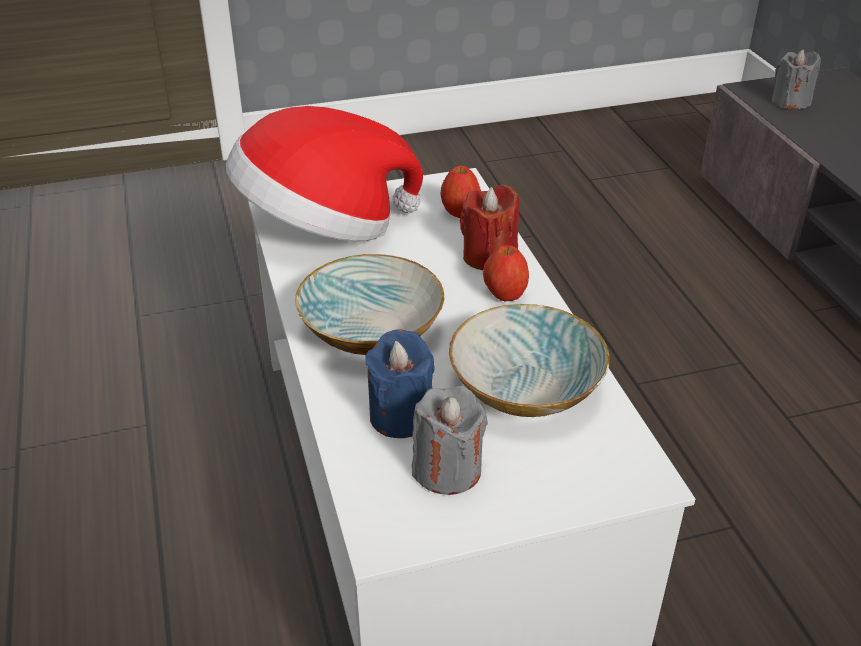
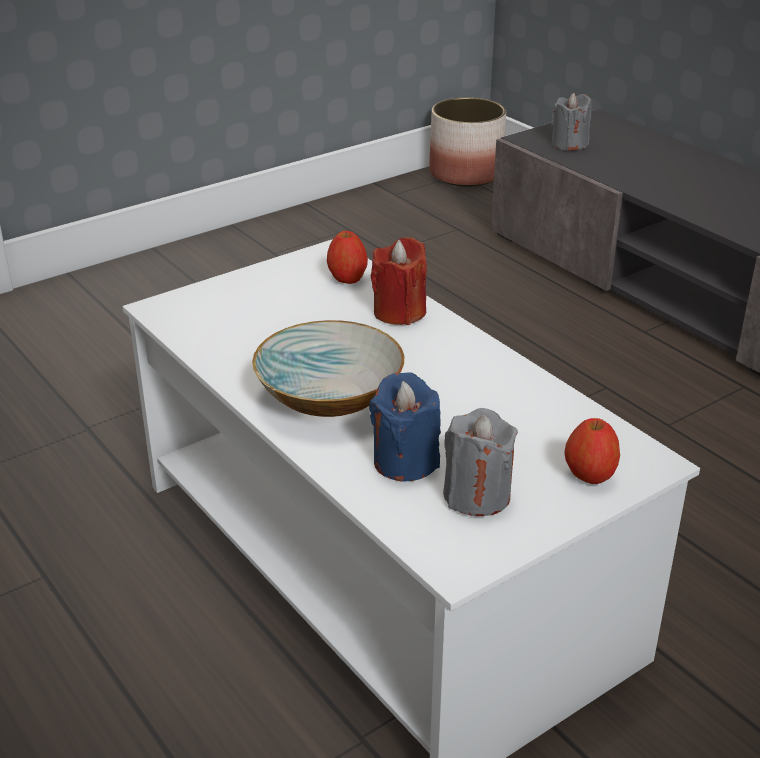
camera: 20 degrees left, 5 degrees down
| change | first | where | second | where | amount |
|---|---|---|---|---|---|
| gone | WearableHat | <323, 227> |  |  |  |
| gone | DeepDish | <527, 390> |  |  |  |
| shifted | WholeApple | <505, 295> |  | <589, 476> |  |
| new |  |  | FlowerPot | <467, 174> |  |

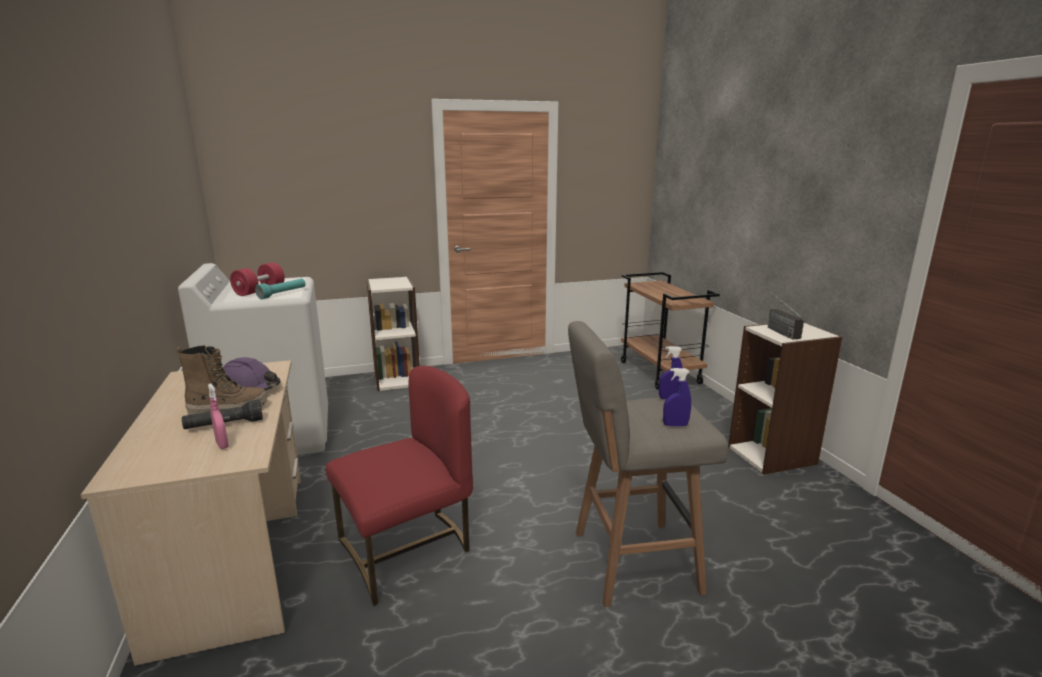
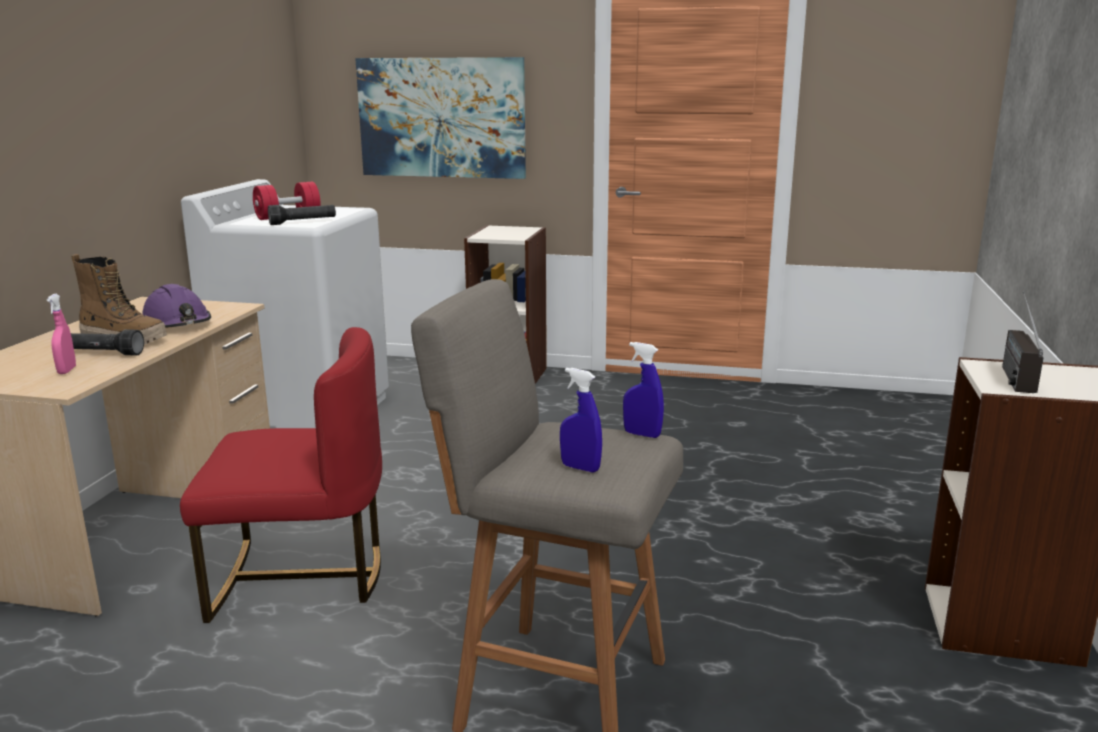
camera: 30 degrees right, 0 degrees up
| change | first | where | second | where | amount |
|---|---|---|---|---|---|
| repainted | TurquoiseFlashlight | <282, 294> | BlackColouredFlashlight | <303, 222> |  |
| gone | BrownColouredCart | <660, 373> |  |  |  |
| new |  |  | Picture | <442, 118> |  |

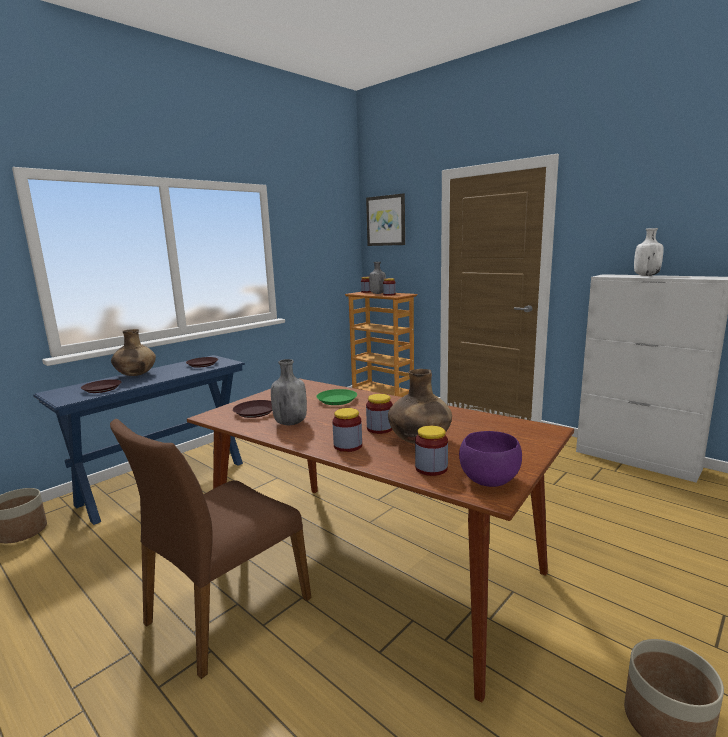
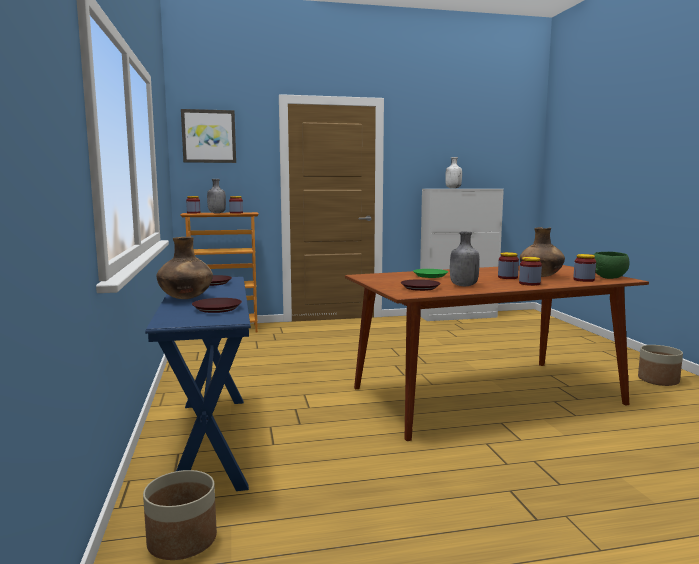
camera: 55 degrees left, 5 degrees down
| change | first | where | second | where | amount |
|---|---|---|---|---|---|
| gone | BrownColouredChair | <226, 610> |  |  |  |
| repainted | PurpleDeepDish | <489, 481> | GreenColouredDeepDish | <609, 277> |  |

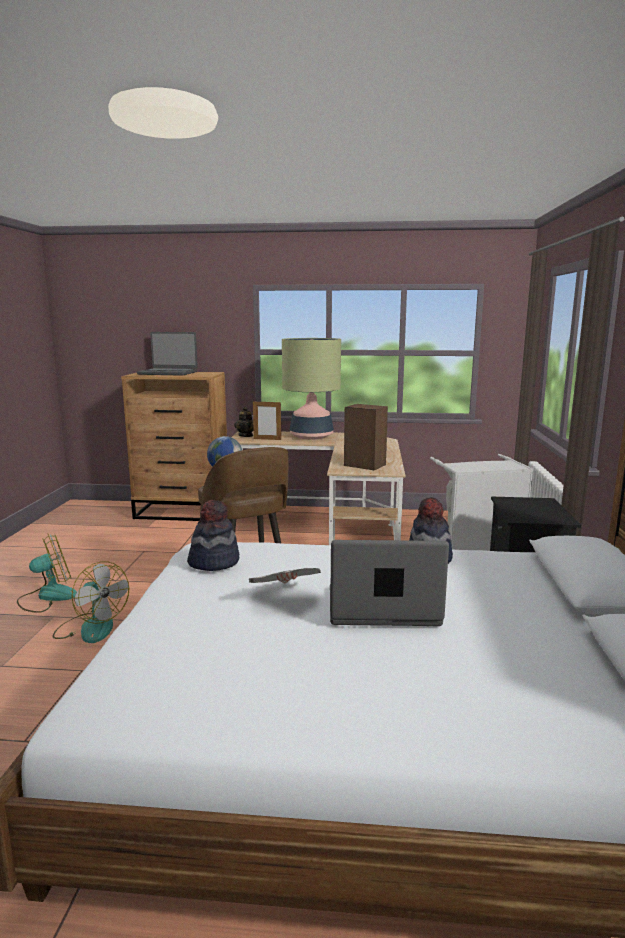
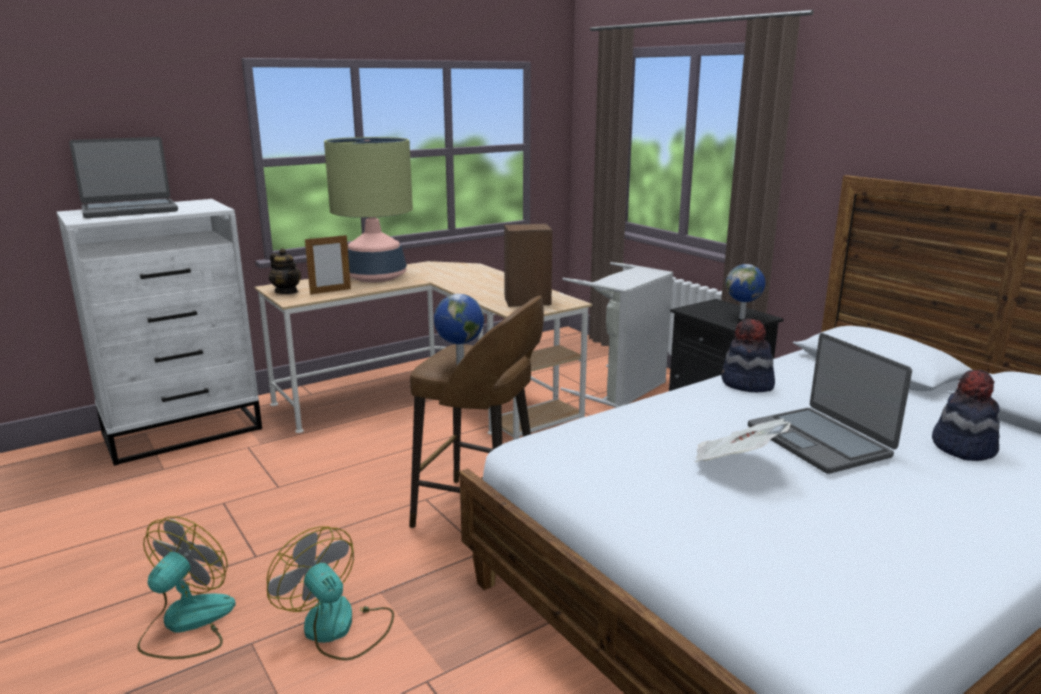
camera: 40 degrees left, 5 degrees up
| change | first | where | second | where | amount |
|---|---|---|---|---|---|
| rotated | CoolingFan | <91, 627> |  | <338, 628> | 135 degrees counterclockwise |
| repainted | BrownColouredDrawerChest | <183, 512> | WhitishDrawerChest | <184, 431> |  |
| shifted | WearableHat | <214, 562> |  | <962, 447> |  |
| rotated | Laptop | <383, 608> |  | <819, 441> | 75 degrees counterclockwise |
| new |  |  | Globe | <742, 318> |  |

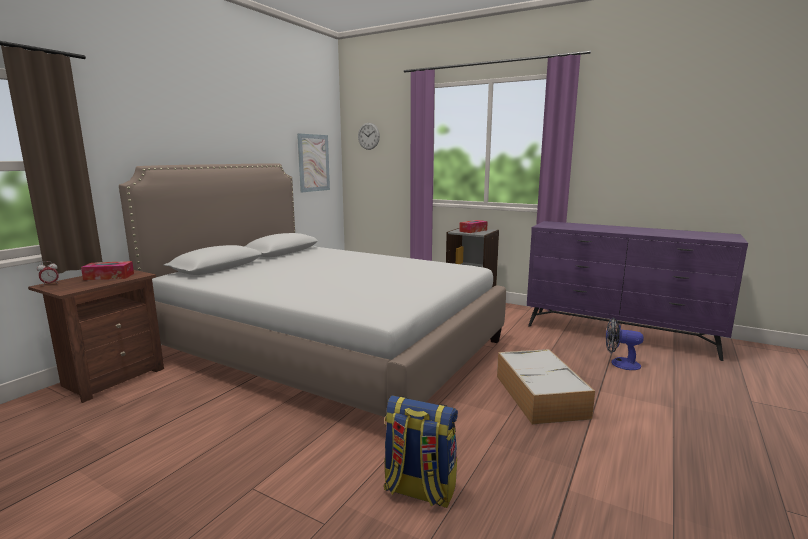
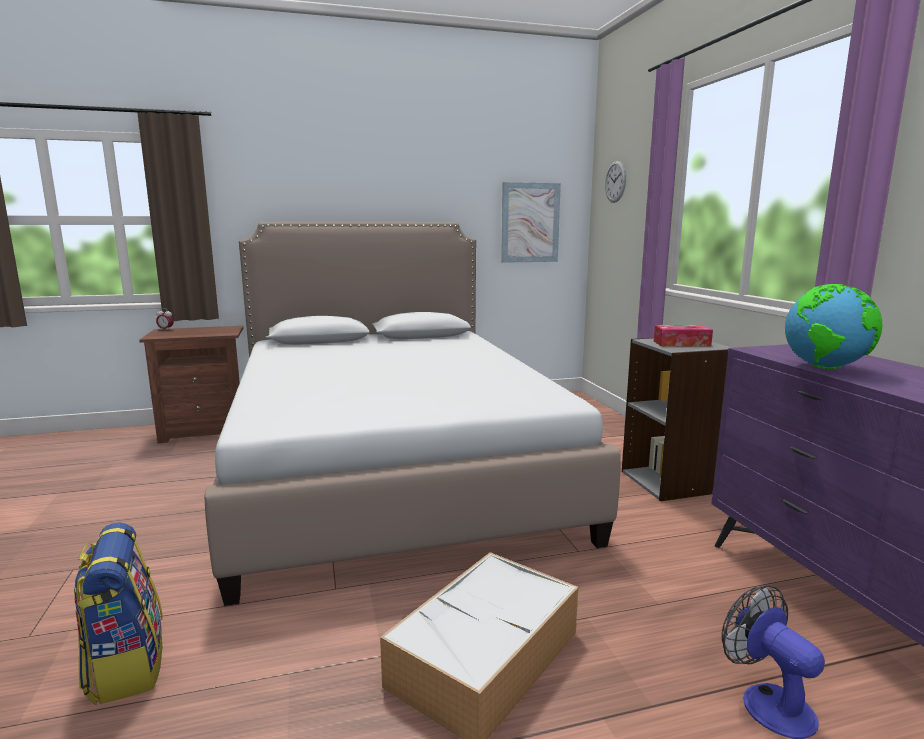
camera: 45 degrees right, 0 degrees up
| change | first | where | second | where | amount |
|---|---|---|---|---|---|
| gone | TissueBox | <109, 276> |  |  |  |
| new |  |  | Globe | <825, 368> |  |

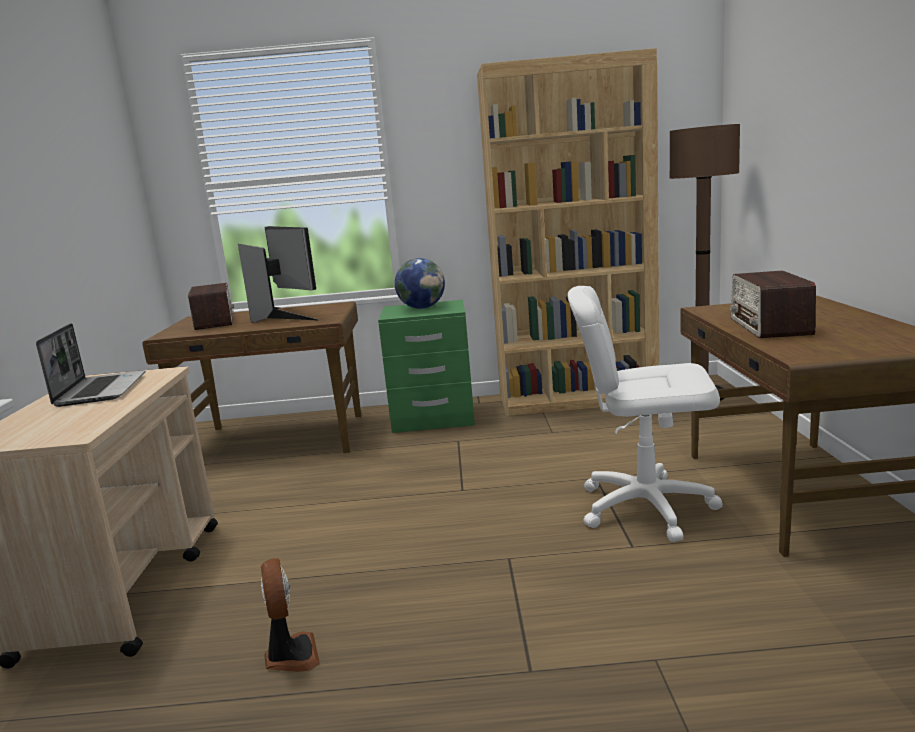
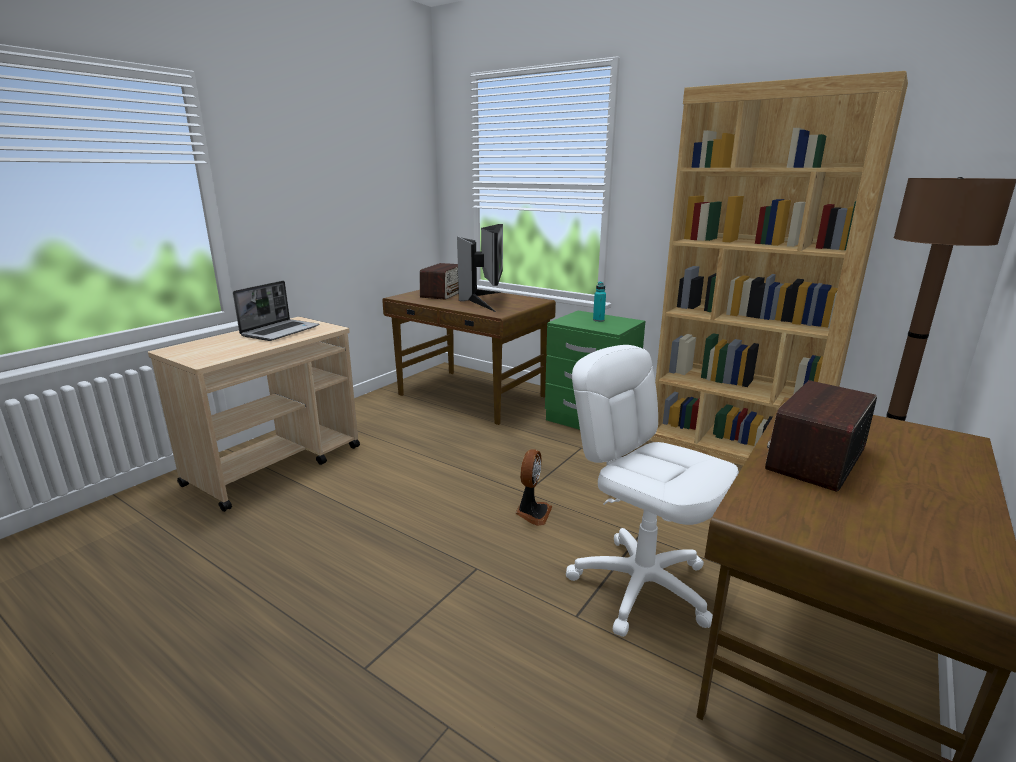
camera: 35 degrees right, 5 degrees up
| change | first | where | second | where | amount |
|---|---|---|---|---|---|
| shifted | CoolingFan | <290, 655> |  | <532, 513> |  |
| swapped | Globe | <422, 308> | TurquoiseDrinkBottle | <598, 320> |  |

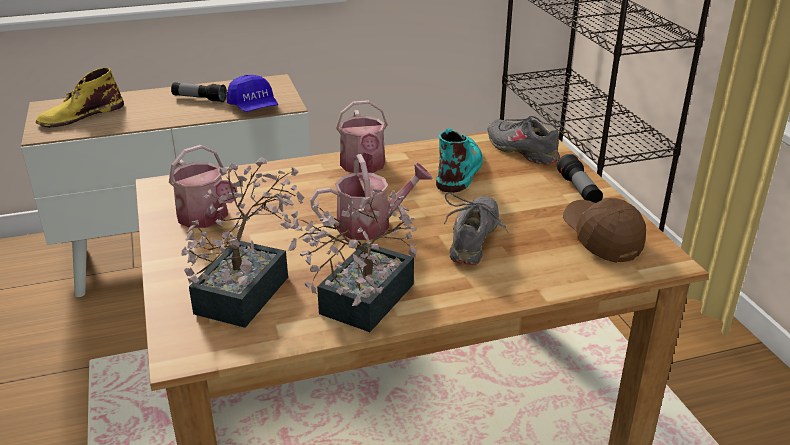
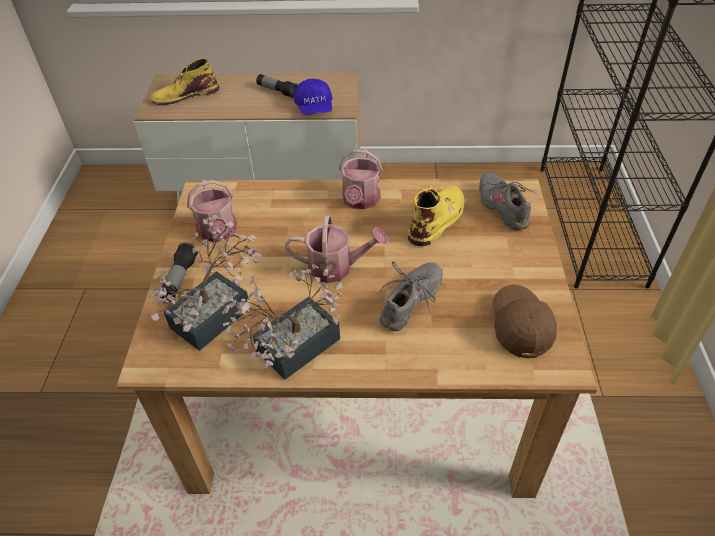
camera: 20 degrees right, 15 degrees up
| change | first | where | second | where | amount |
|---|---|---|---|---|---|
| repainted | TurquoiseHighTopBoot | <459, 168> | YellowishHighTopBoot | <437, 218> |  |
| shifted | Flashlight | <579, 190> |  | <179, 279> |  |

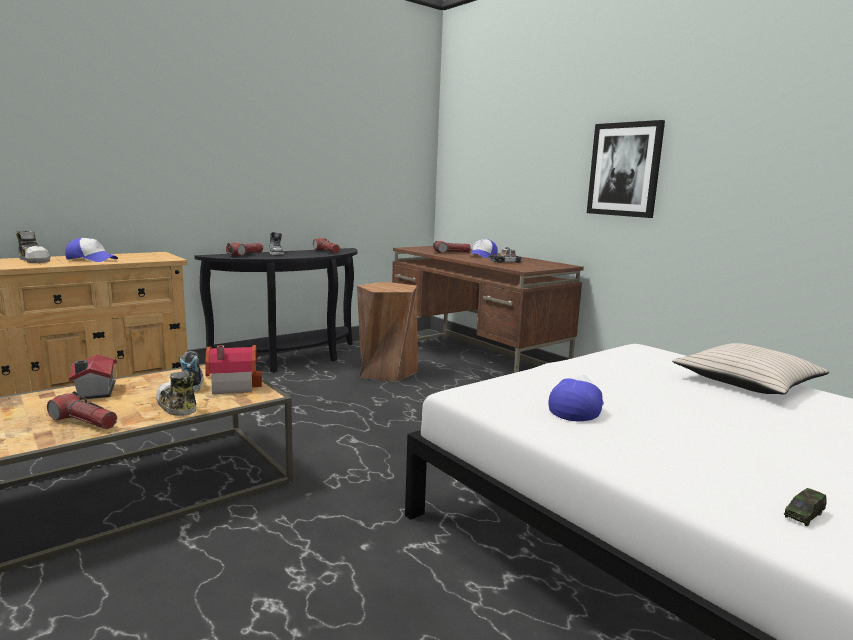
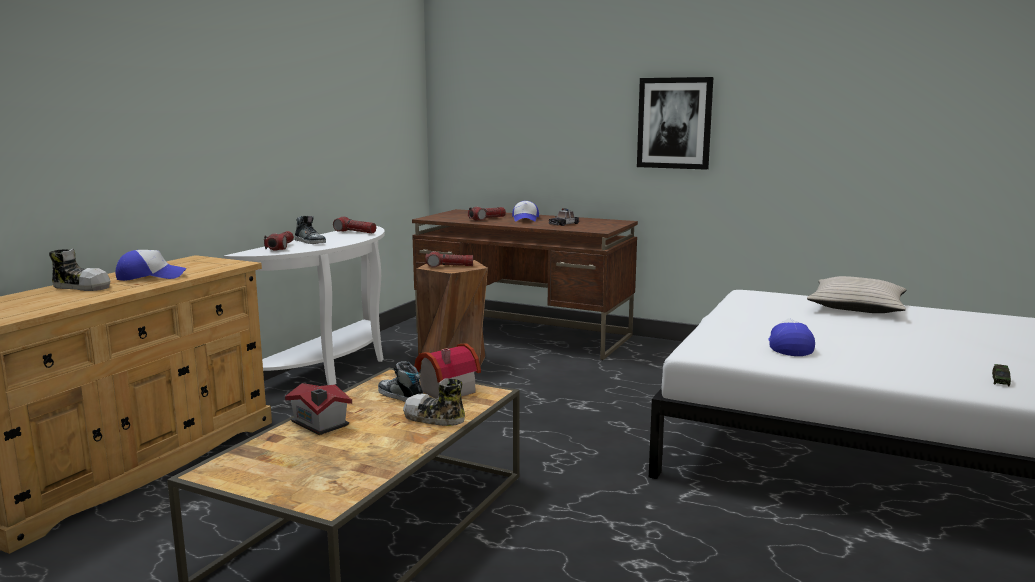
camera: 25 degrees left, 0 degrees up
| change | first | where | second | where | amount |
|---|---|---|---|---|---|
| shifted | Flashlight | <84, 422> |  | <449, 266> |  |
| repainted | BlackColouredHallTable | <292, 360> | WhitishHallTable | <332, 369> |  |

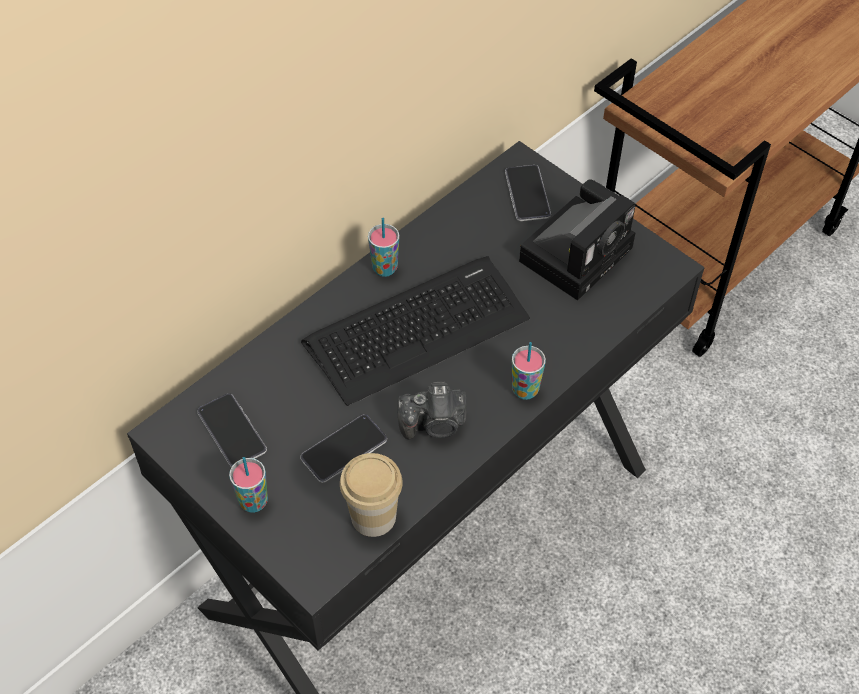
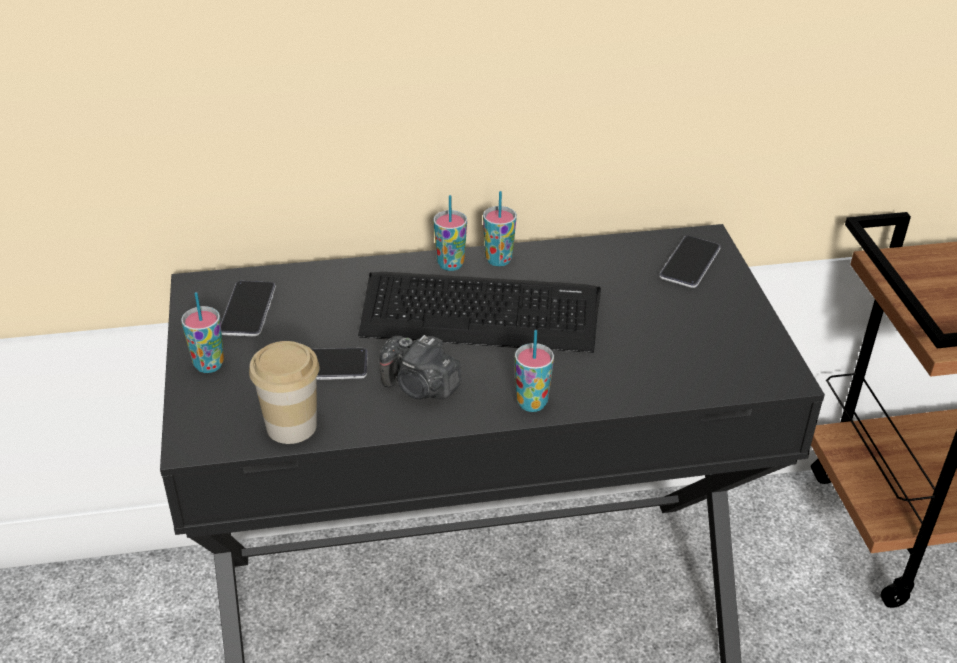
camera: 35 degrees right, 15 degrees down
| change | first | where | second | where | amount |
|---|---|---|---|---|---|
| gone | StillCamera | <578, 251> |  |  |  |
| new |  |  | SmallCup | <450, 264> |  |

